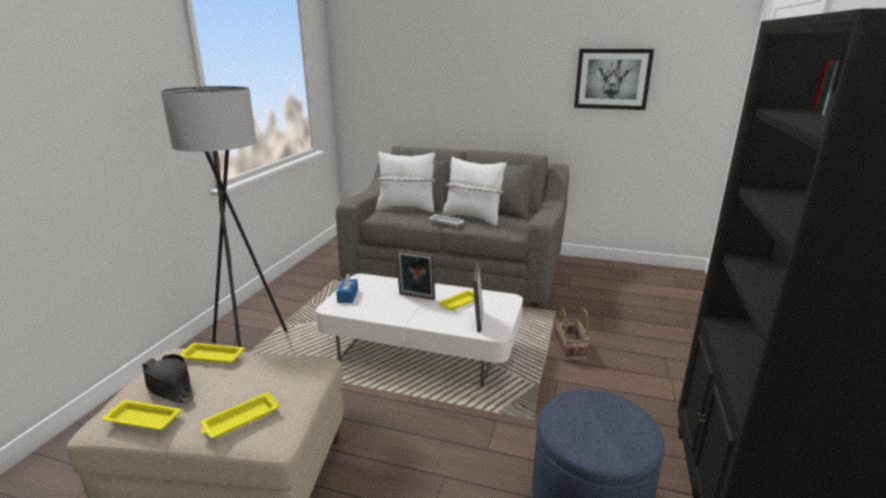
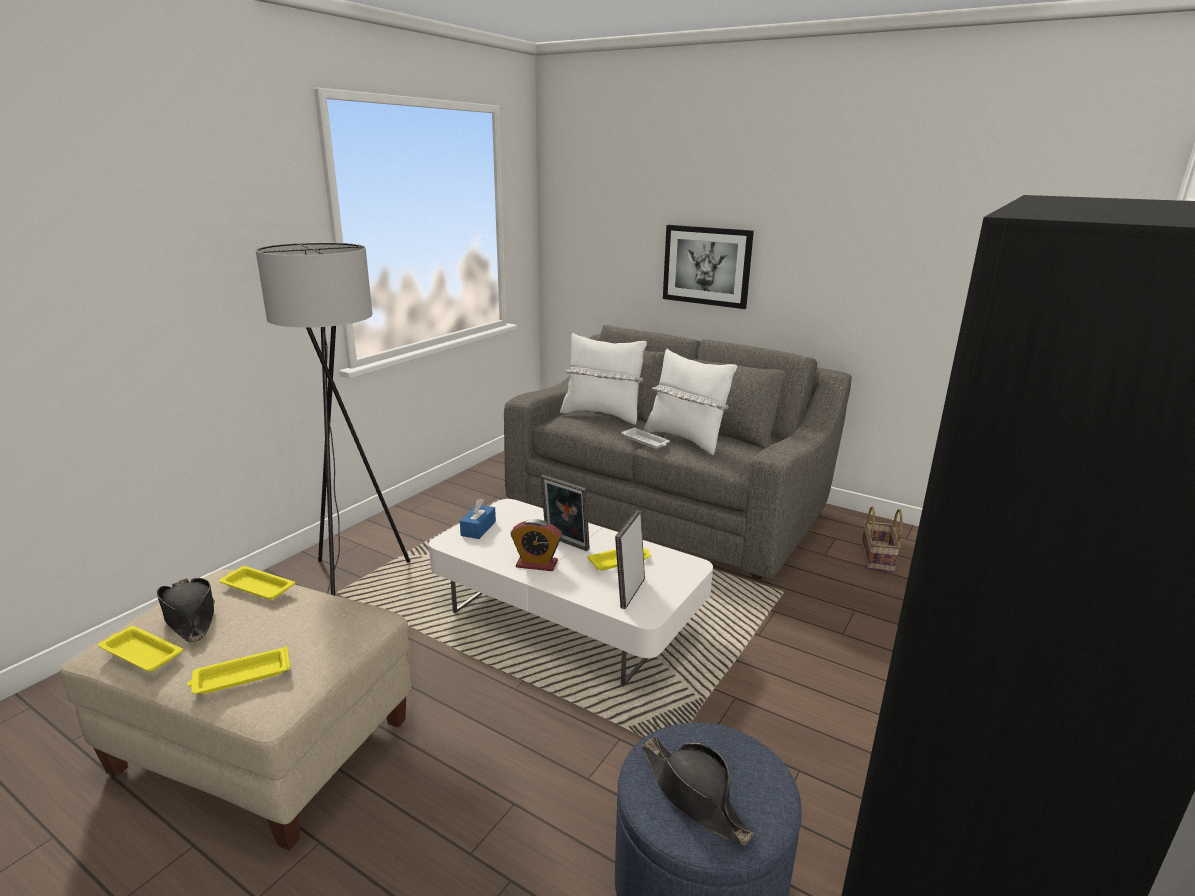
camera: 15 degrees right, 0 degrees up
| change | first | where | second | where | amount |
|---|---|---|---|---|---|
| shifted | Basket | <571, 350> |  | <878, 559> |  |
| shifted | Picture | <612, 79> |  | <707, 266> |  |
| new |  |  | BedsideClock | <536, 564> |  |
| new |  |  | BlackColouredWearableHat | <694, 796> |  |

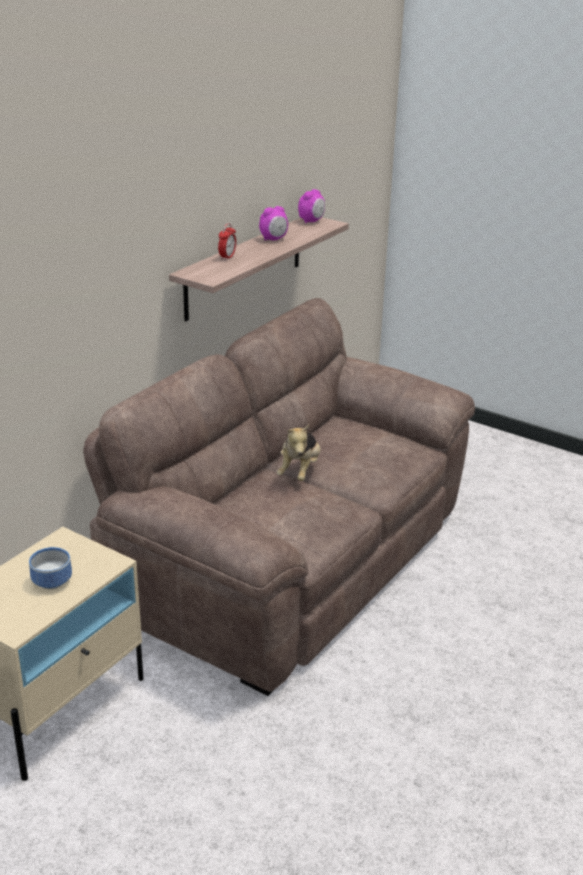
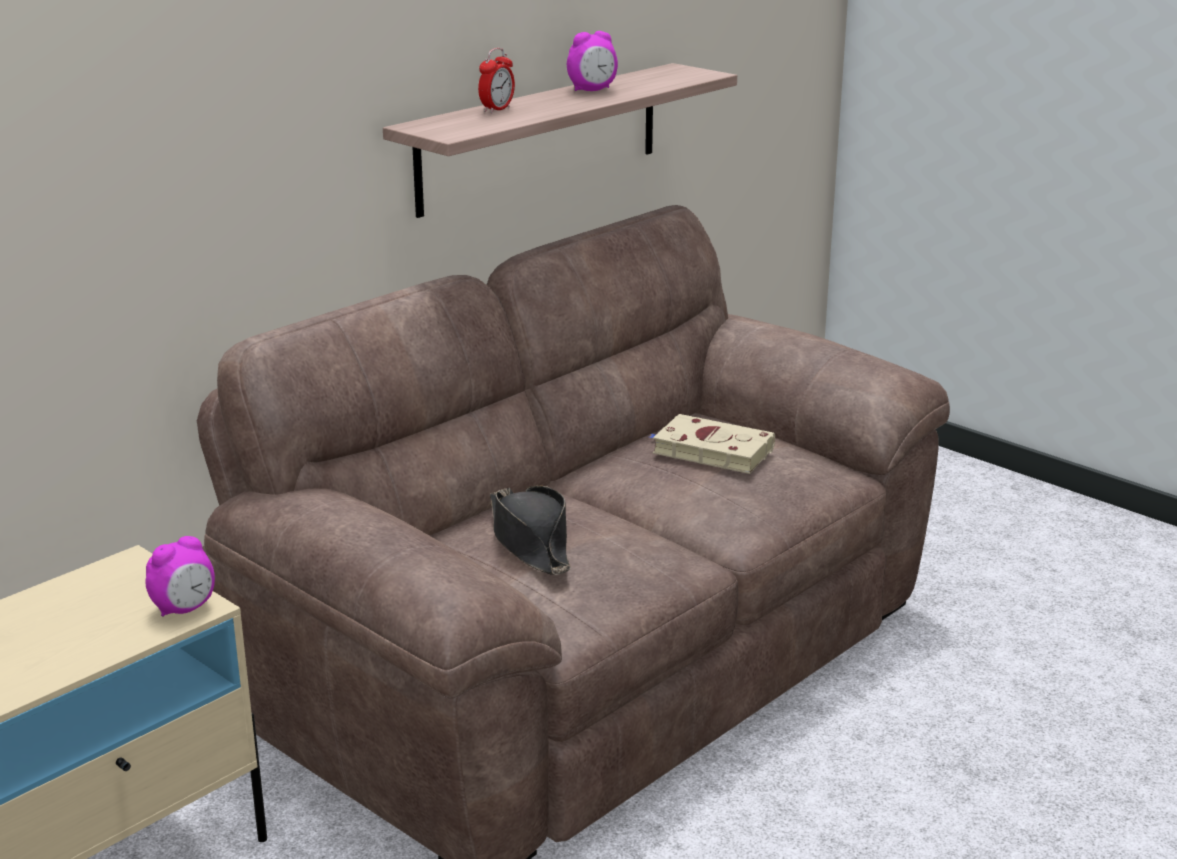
camera: 10 degrees right, 5 degrees down
| change | first | where | second | where | amount |
|---|---|---|---|---|---|
| gone | DeepDish | <51, 582> |  |  |  |
| gone | CuddlyToy | <299, 471> |  |  |  |
| shifted | BedsideClock | <311, 221> |  | <184, 609> |  |
| new |  |  | BlackColouredWearableHat | <530, 542> |  |
| new |  |  | BeigeBook | <709, 450> |  |

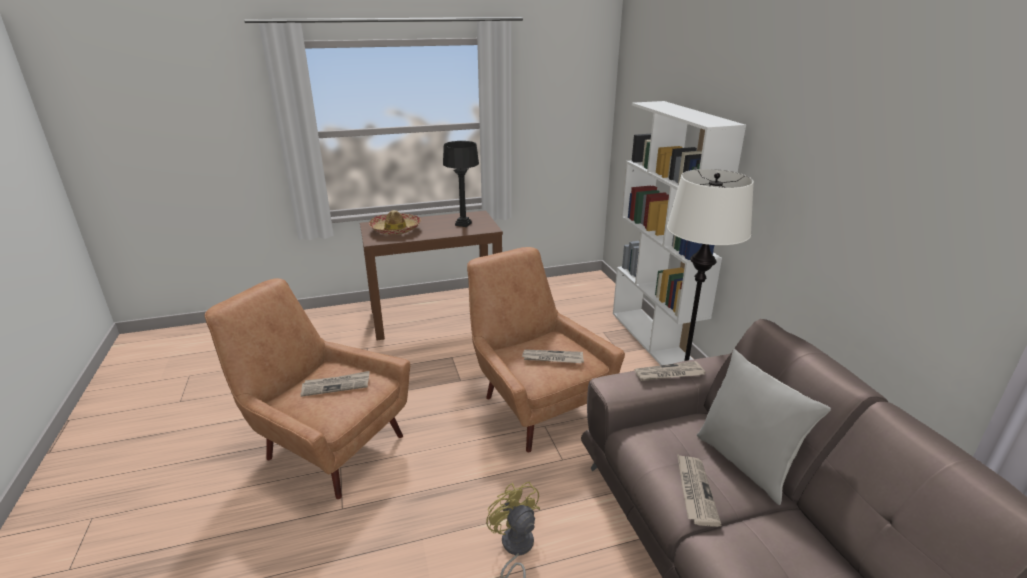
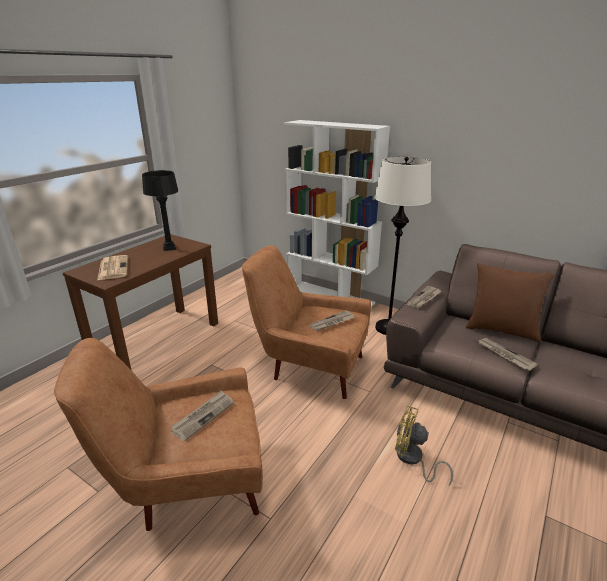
camera: 40 degrees left, 0 degrees up
| change | first | where | second | where | amount |
|---|---|---|---|---|---|
| swapped | WearableHat | <395, 229> | Newspaper | <113, 268> |  |
| repainted | GreyCushion | <745, 463> | BrownColouredCushion | <501, 330> |  |

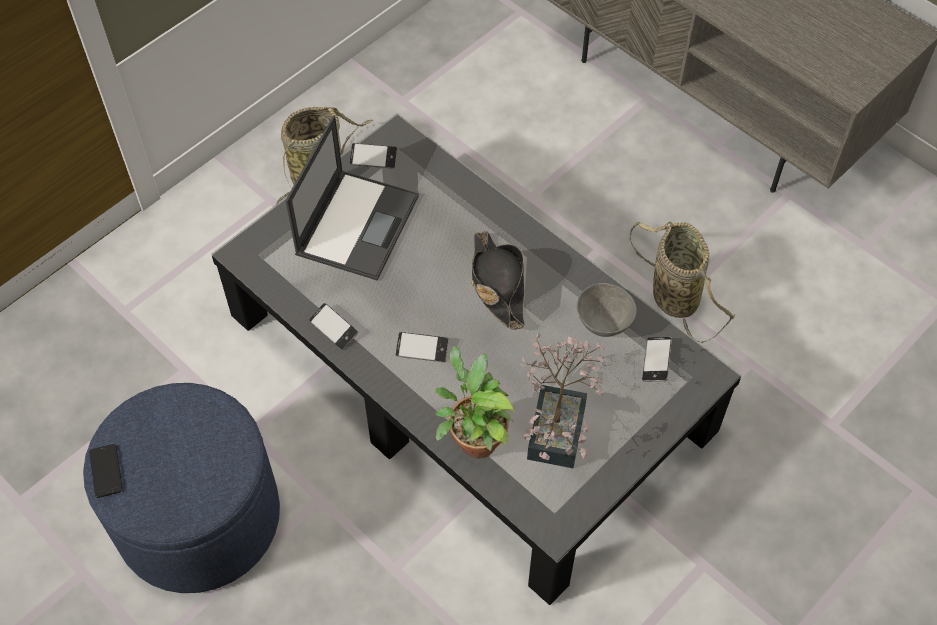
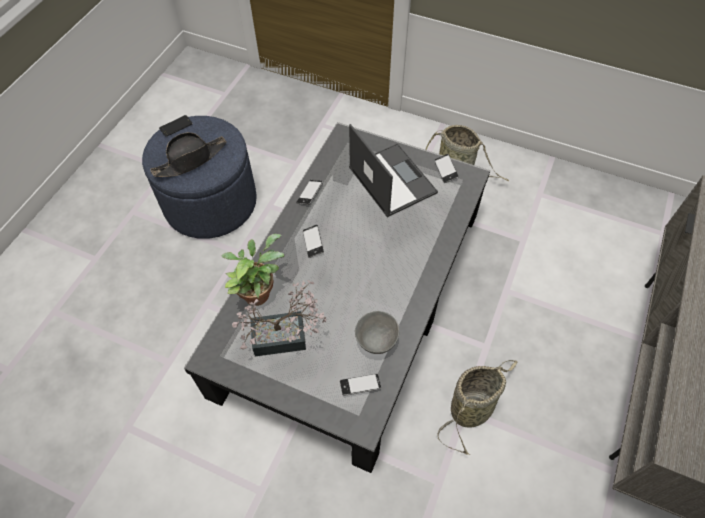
camera: 70 degrees right, 0 degrees up
| change | first | where | second | where | amount |
|---|---|---|---|---|---|
| rotated | Laptop | <357, 224> |  | <391, 179> | 120 degrees counterclockwise |
| shifted | BlackColouredWearableHat | <497, 284> |  | <191, 160> |  |

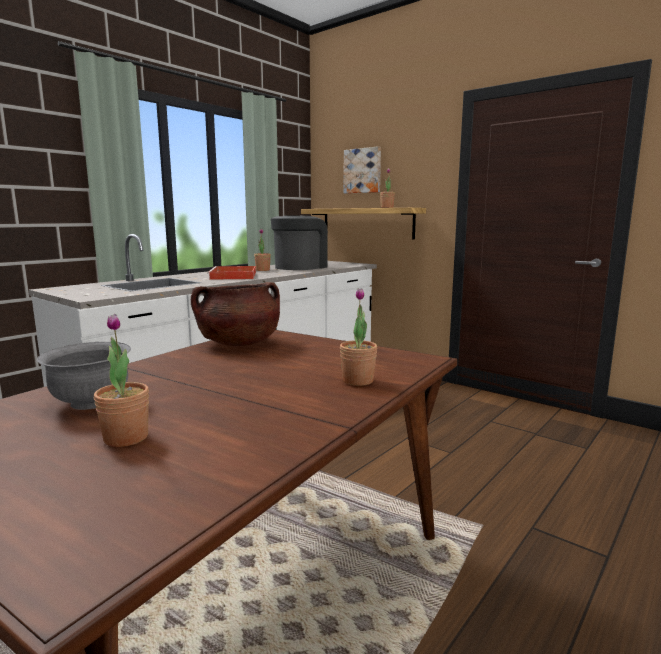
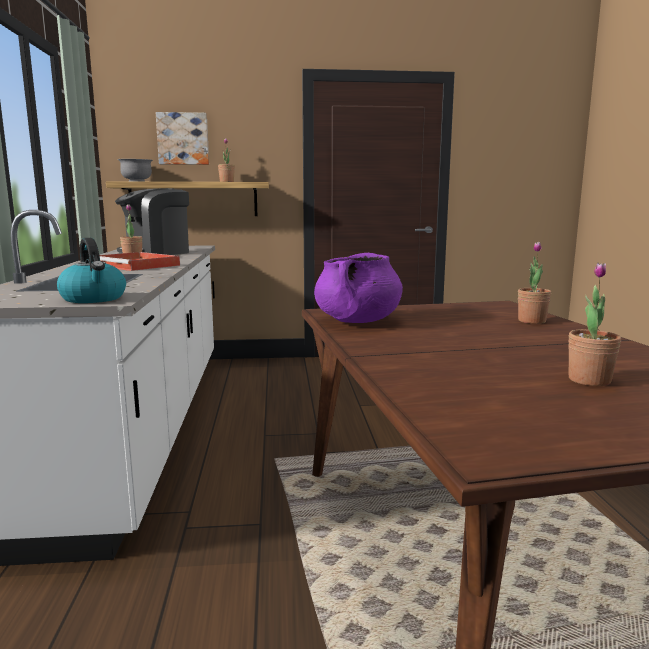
camera: 45 degrees left, 0 degrees up
| change | first | where | second | where | amount |
|---|---|---|---|---|---|
| shifted | GreyDeepDish | <91, 402> |  | <137, 181> |  |
| repainted | BrownColouredCookingPot | <239, 343> | PurpleCookingPot | <357, 321> |  |
| rotated | CoffeeBrewer | <300, 267> |  | <156, 253> | 120 degrees counterclockwise |
| new |  |  | Kettle | <94, 299> |  |

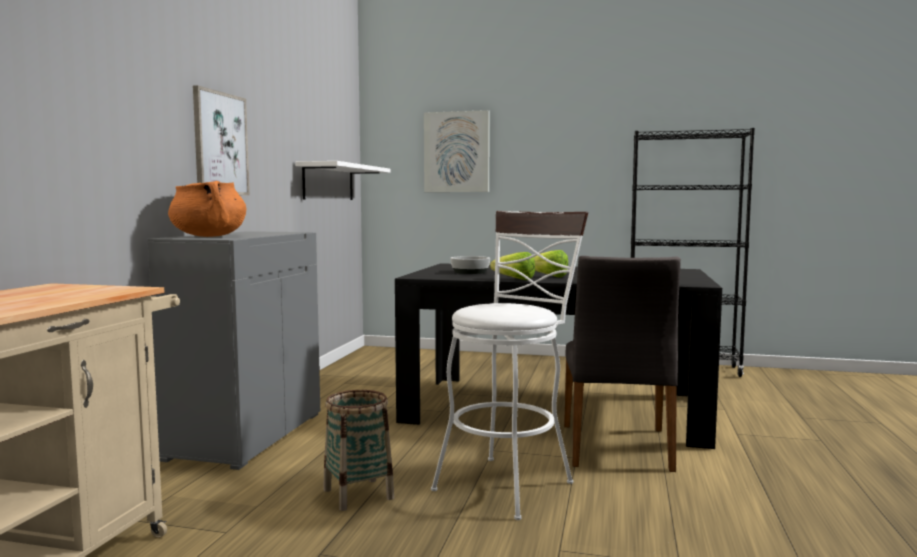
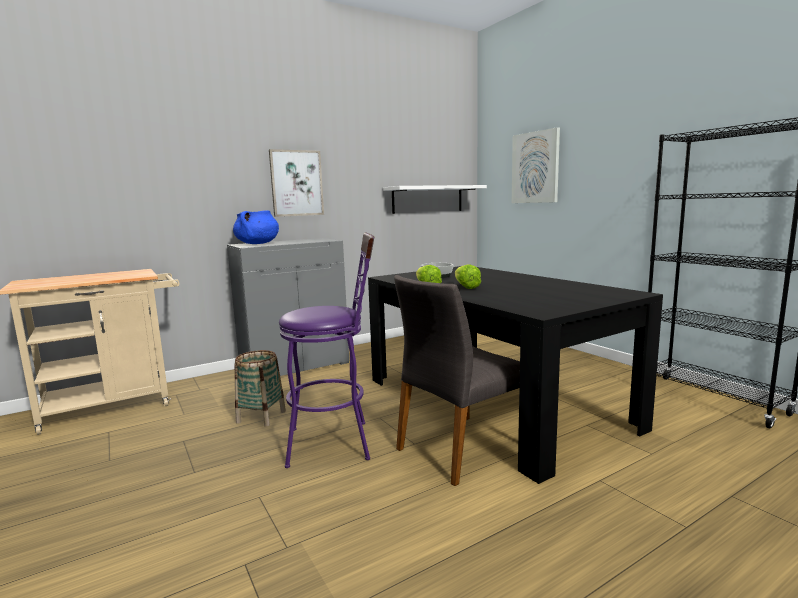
camera: 45 degrees right, 5 degrees up
| change | first | where | second | where | amount |
|---|---|---|---|---|---|
| repainted | OrangeCookingPot | <209, 236> | BluishCookingPot | <257, 244> |  |
| repainted | WhitishStool | <509, 482> | PurpleStool | <337, 442> |  |

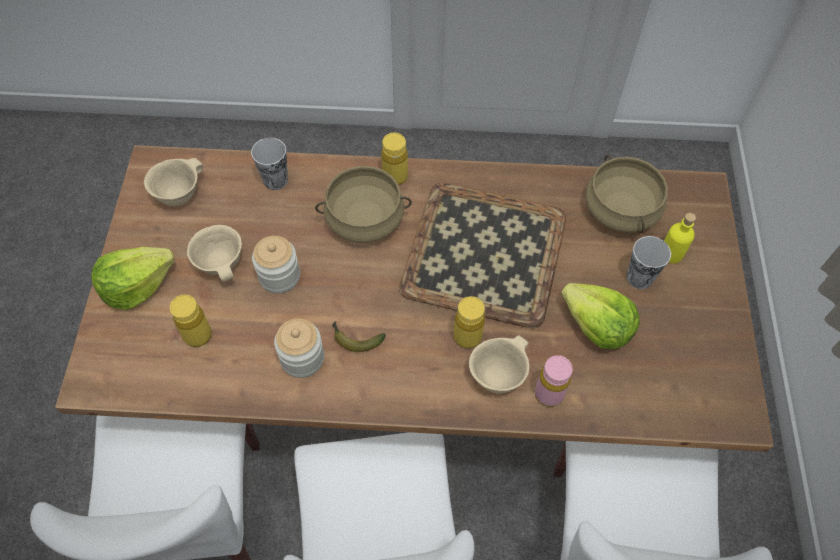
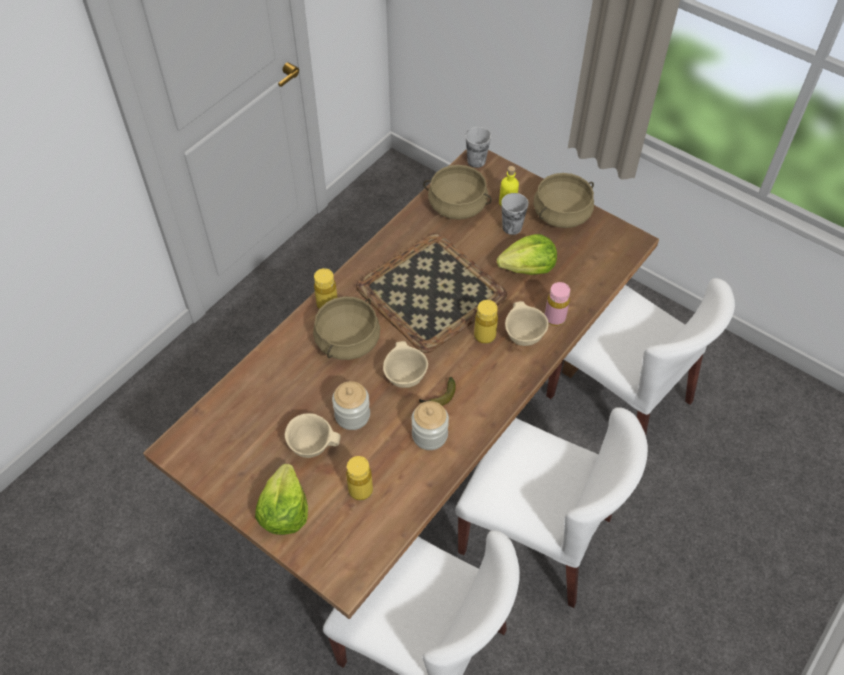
camera: 55 degrees left, 5 degrees down
| change | first | where | second | where | amount |
|---|---|---|---|---|---|
| shifted | BeigeDeepDish | <178, 194> |  | <404, 377> |  |
| shifted | SmallCup | <275, 180> |  | <476, 161> |  |
| new |  |  | BeigeCookingPot | <562, 214> |  |

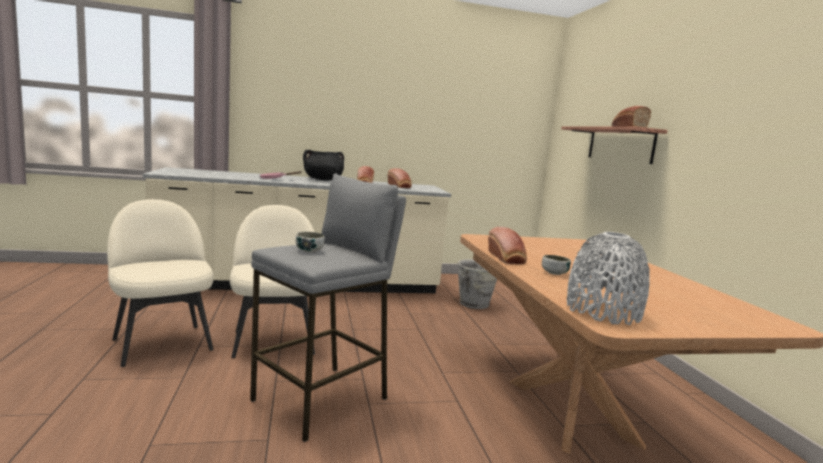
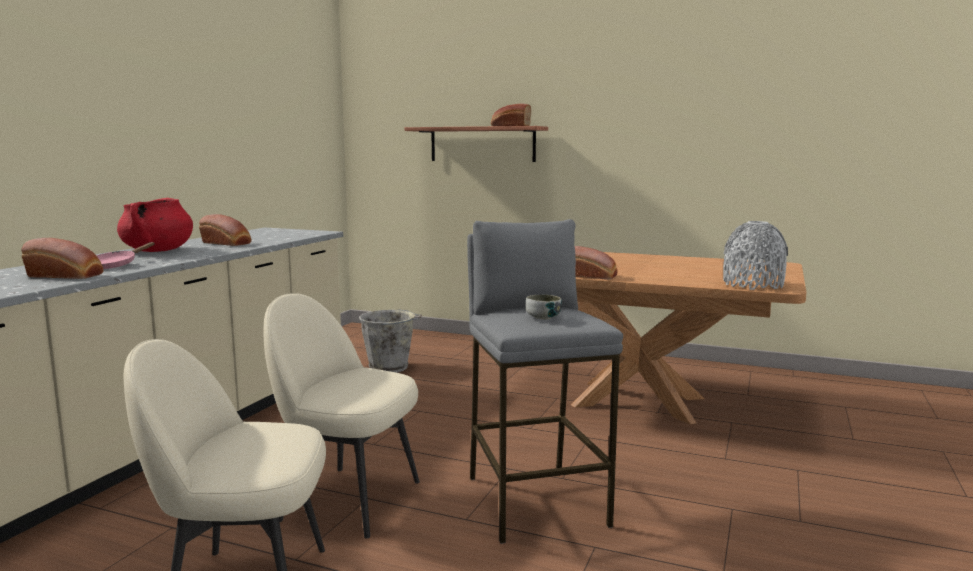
camera: 55 degrees left, 0 degrees up
| change | first | where | second | where | amount |
|---|---|---|---|---|---|
| repainted | BlackColouredCookingPot | <323, 180> | RedCookingPot | <157, 251> |  |
| shifted | BakeryBread | <399, 186> |  | <67, 275> |  |
| gone | DeepDish | <554, 273> |  |  |  |

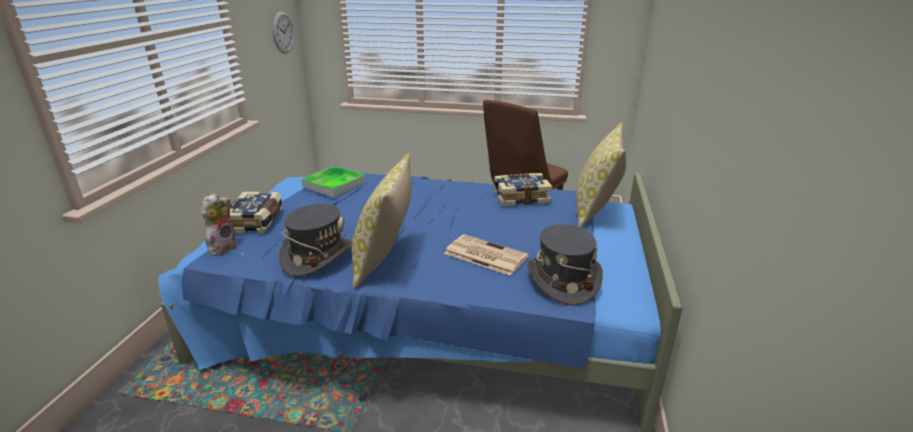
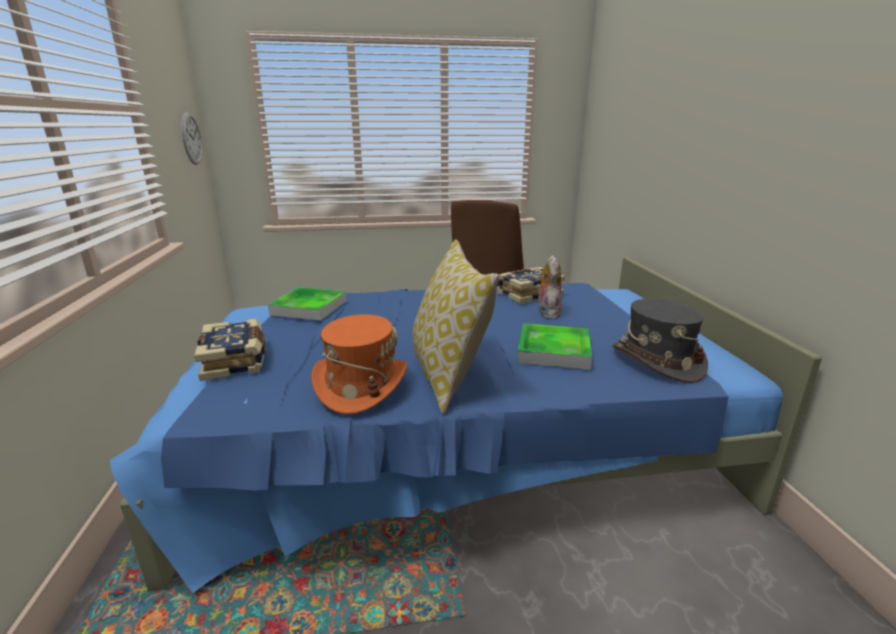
camera: 20 degrees left, 5 degrees down
| change | first | where | second | where | amount |
|---|---|---|---|---|---|
| shifted | CuddlyToy | <222, 247> |  | <547, 313> |  |
| repainted | GreyWearableHat | <317, 256> | OrangeWearableHat | <361, 385> |  |
| swapped | Newspaper | <484, 255> | Tray | <553, 350> |  |
| gone | Cushion | <595, 211> |  |  |  |

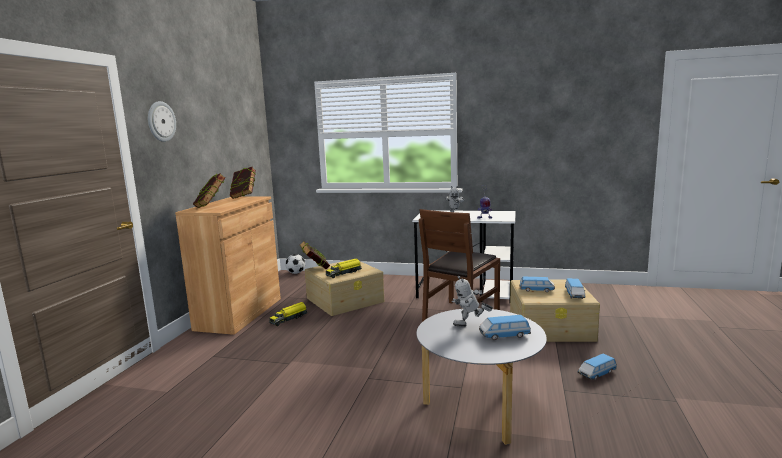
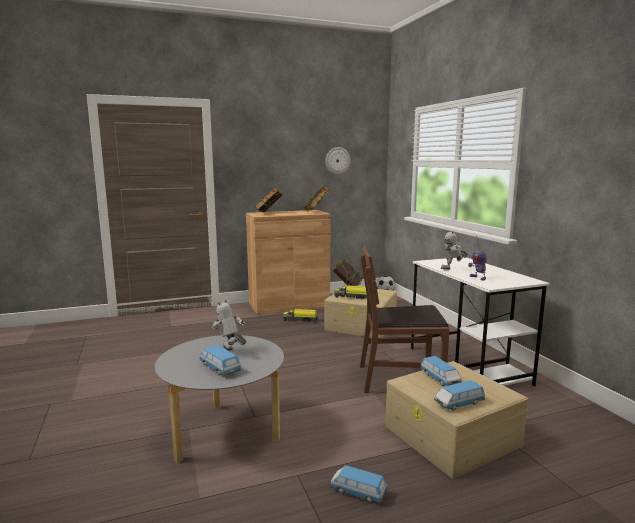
camera: 55 degrees right, 0 degrees up
| change | first | where | second | where | amount |
|---|---|---|---|---|---|
| shifted | ClockOnTheWall | <161, 121> |  | <337, 160> |  |

